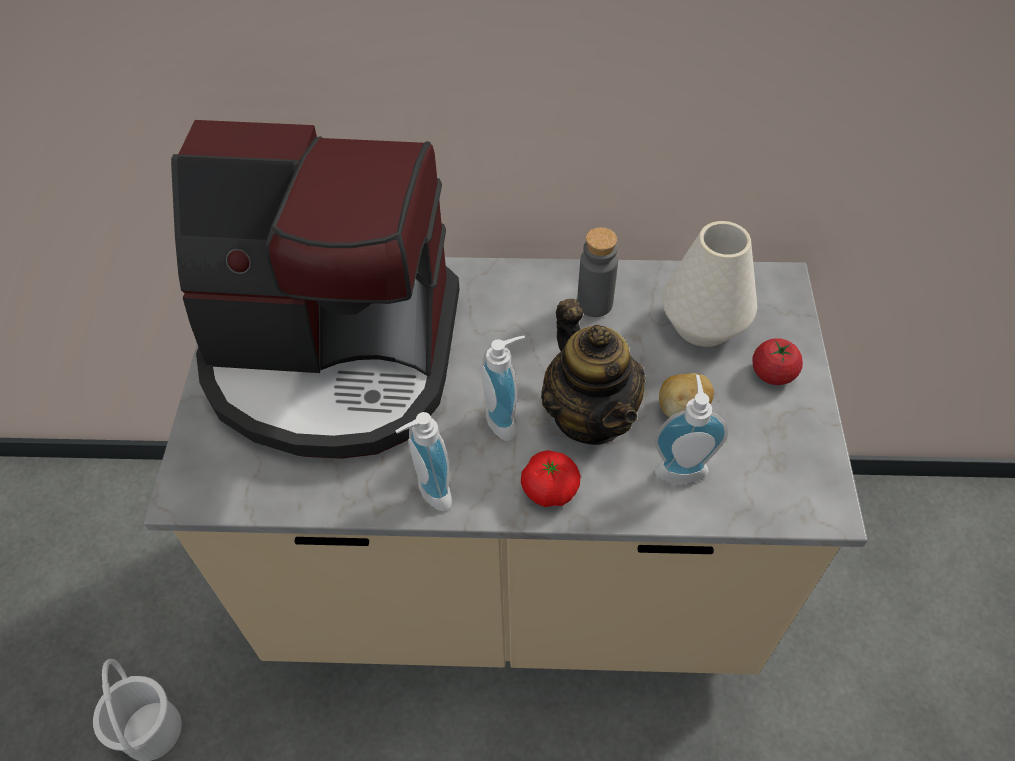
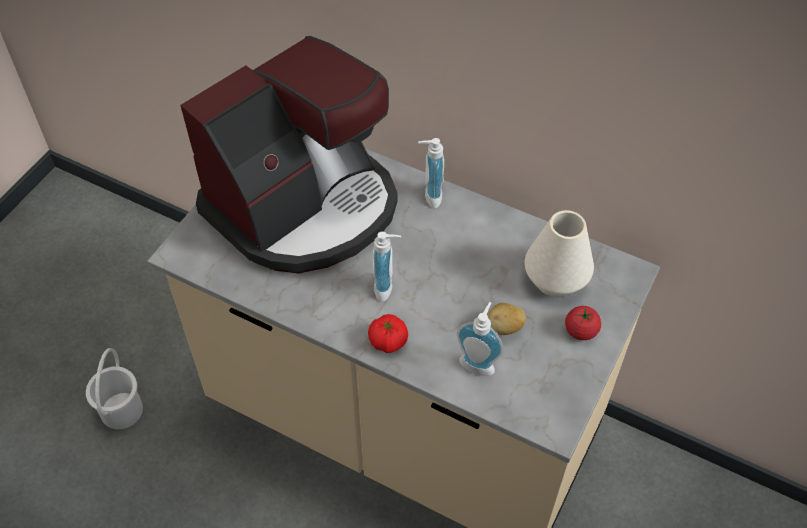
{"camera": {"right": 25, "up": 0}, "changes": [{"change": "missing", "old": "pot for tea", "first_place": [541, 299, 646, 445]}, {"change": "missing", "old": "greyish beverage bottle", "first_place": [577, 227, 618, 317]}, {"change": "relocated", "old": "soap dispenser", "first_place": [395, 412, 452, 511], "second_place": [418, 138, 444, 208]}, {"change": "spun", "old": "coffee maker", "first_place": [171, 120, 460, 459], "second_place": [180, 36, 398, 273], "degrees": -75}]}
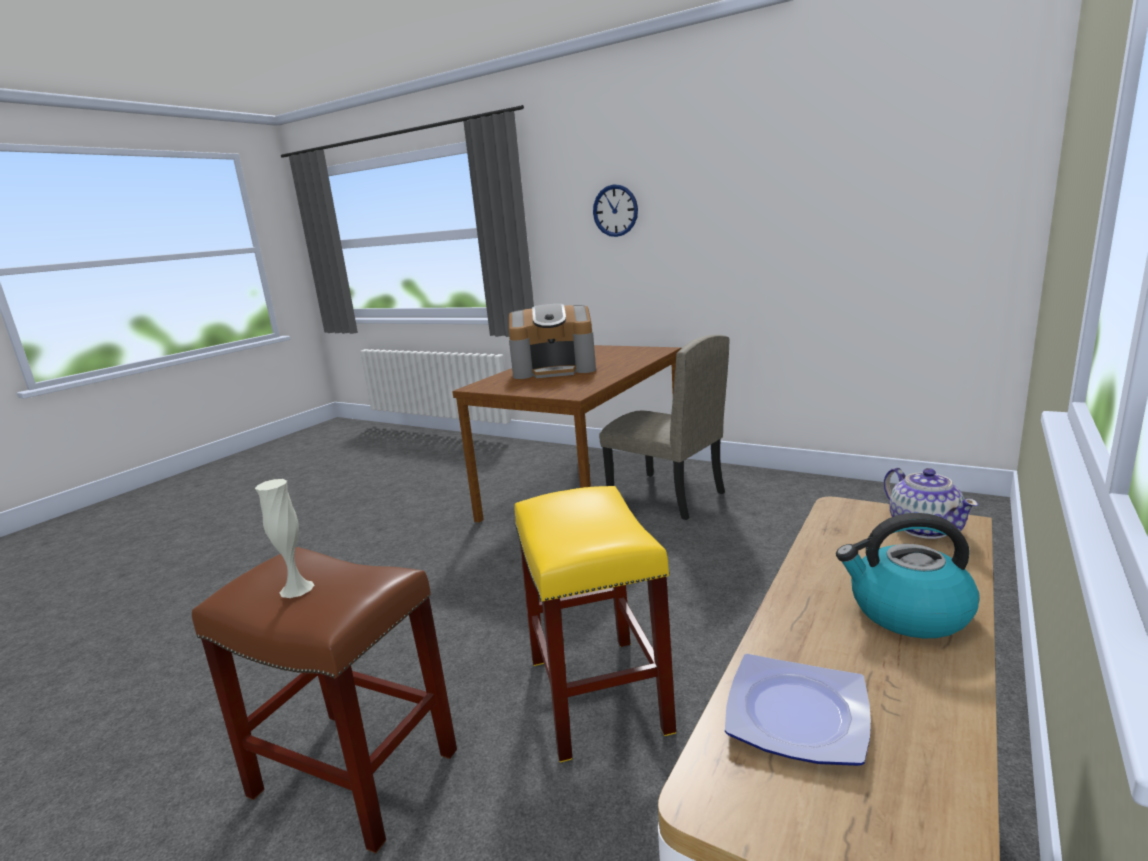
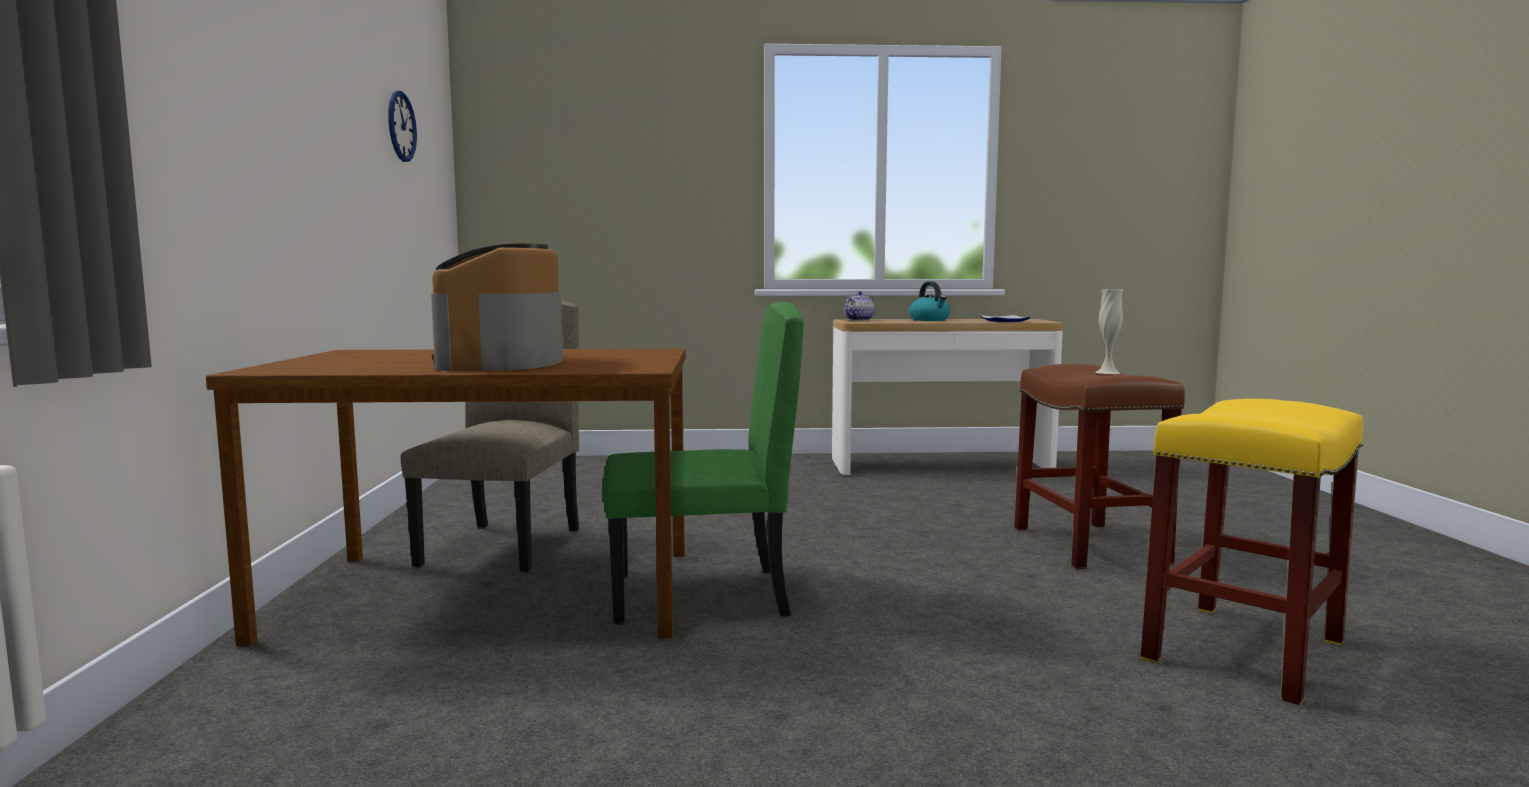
{"camera": {"right": -125, "up": -10}, "changes": [{"change": "appeared", "new": "green-coloured chair", "second_place": [602, 302, 804, 625]}, {"change": "relocated", "old": "yellowish stool", "first_place": [515, 486, 676, 762], "second_place": [1141, 399, 1364, 705]}, {"change": "relocated", "old": "hanging clock", "first_place": [593, 184, 638, 237], "second_place": [388, 91, 417, 162]}, {"change": "spun", "old": "coffee maker", "first_place": [509, 304, 596, 379], "second_place": [431, 244, 563, 371], "degrees": -150}]}
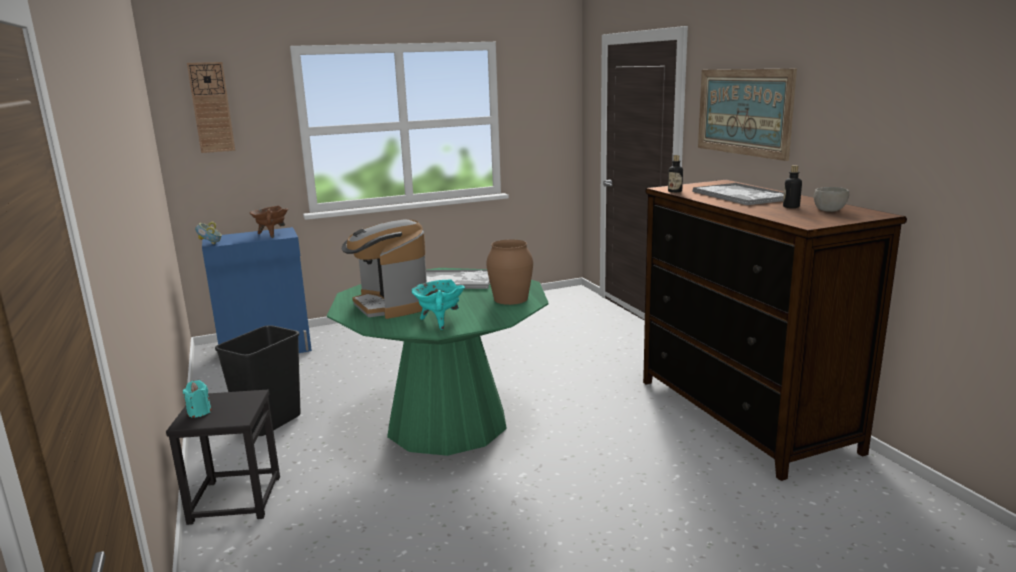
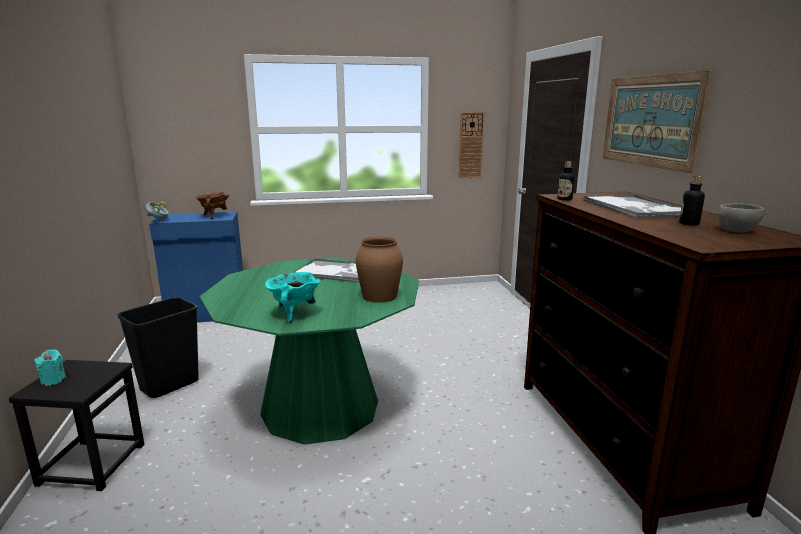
{"camera": {"right": 10, "up": 0}, "changes": [{"change": "missing", "old": "coffee maker", "first_place": [342, 219, 427, 319]}, {"change": "relocated", "old": "hanging clock", "first_place": [187, 62, 235, 153], "second_place": [458, 112, 485, 179]}]}
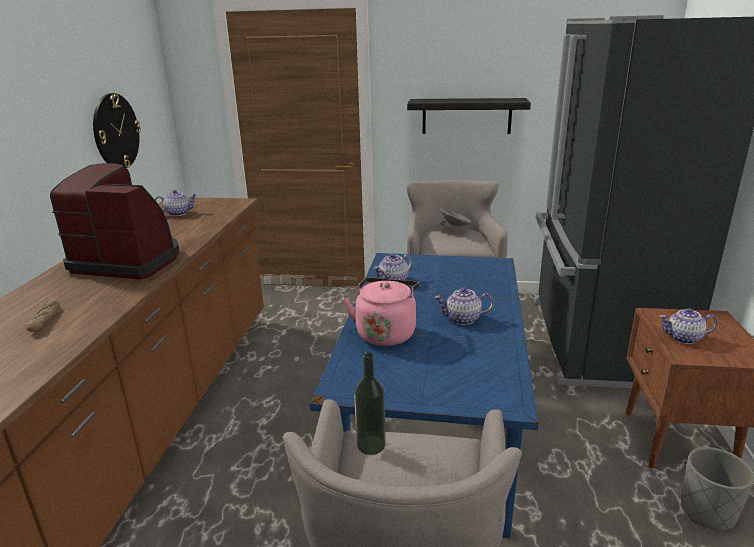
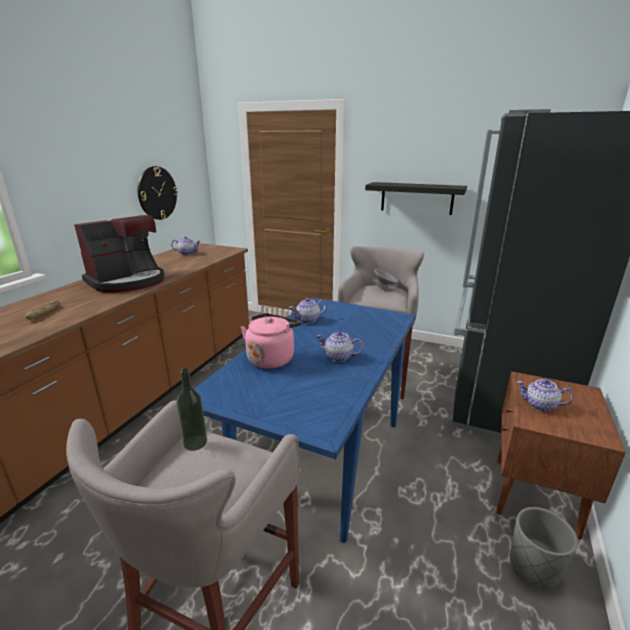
{"camera": {"right": 15, "up": 0}, "changes": [{"change": "spun", "old": "coffee maker", "first_place": [50, 163, 179, 279], "second_place": [74, 215, 164, 293], "degrees": 105}]}
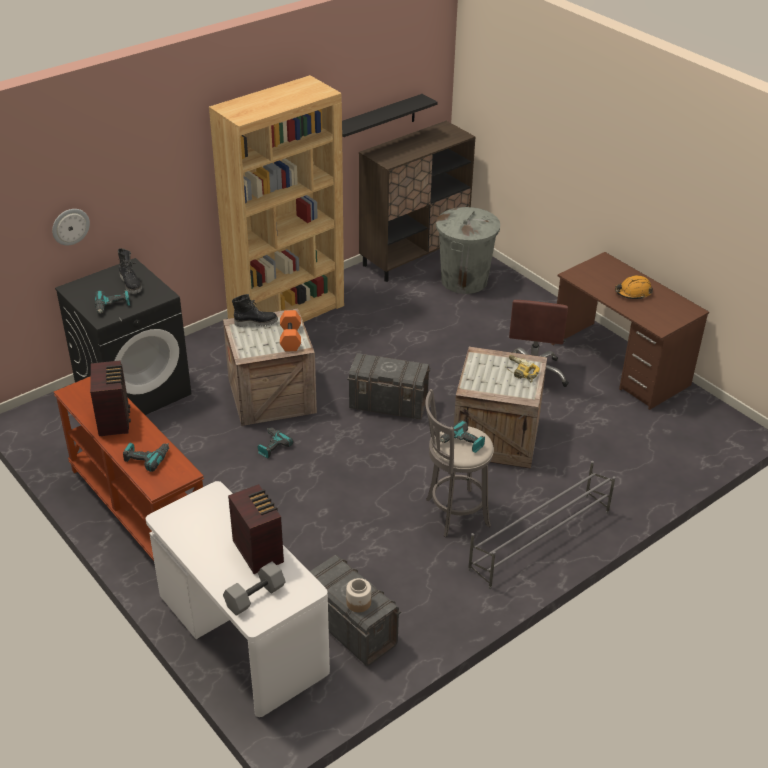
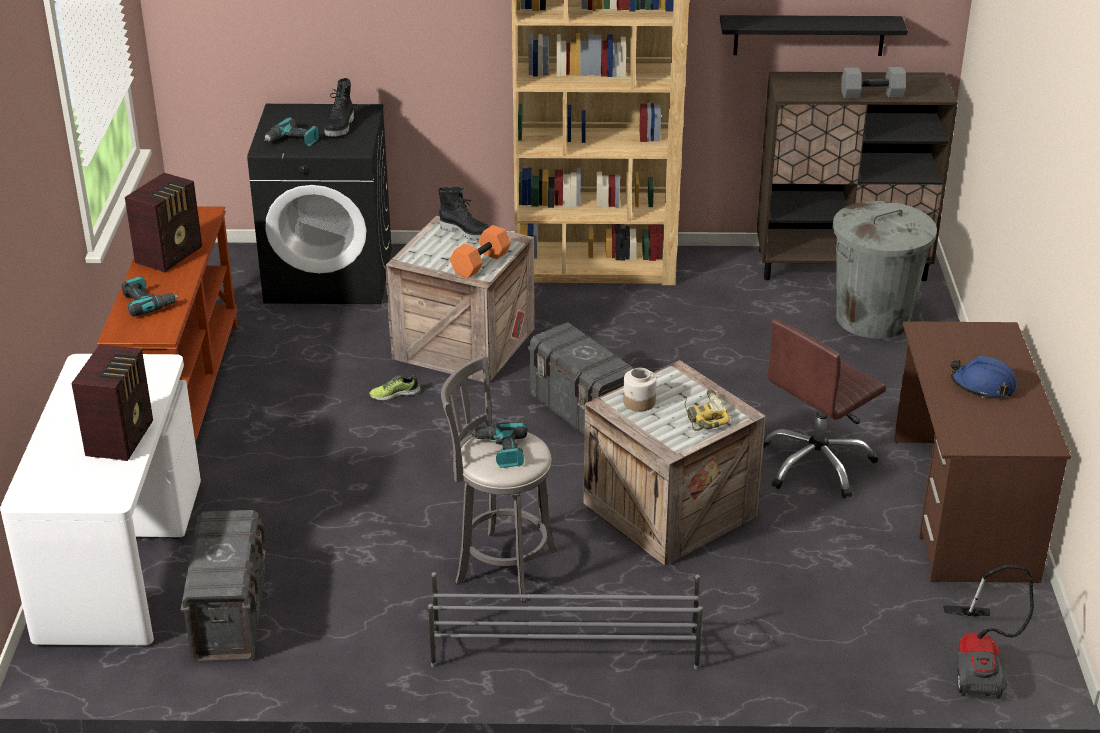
{"camera": {"right": 40, "up": -5}, "changes": [{"change": "missing", "old": "hanging clock", "first_place": [52, 209, 90, 245]}, {"change": "appeared", "new": "vacuum cleaner", "second_place": [943, 565, 1034, 699]}, {"change": "relocated", "old": "greyish free weight", "first_place": [223, 561, 286, 616], "second_place": [842, 67, 906, 99]}, {"change": "relocated", "old": "preserve jar", "first_place": [346, 578, 371, 612], "second_place": [623, 368, 657, 412]}, {"change": "exchanged", "old": "drill", "new": "item of footwear", "first_place": [258, 427, 293, 458], "second_place": [369, 375, 420, 400]}, {"change": "colour", "old": "orangey hard hat", "new": "bluish hard hat", "first_place": [615, 275, 653, 300], "second_place": [951, 355, 1017, 398]}]}
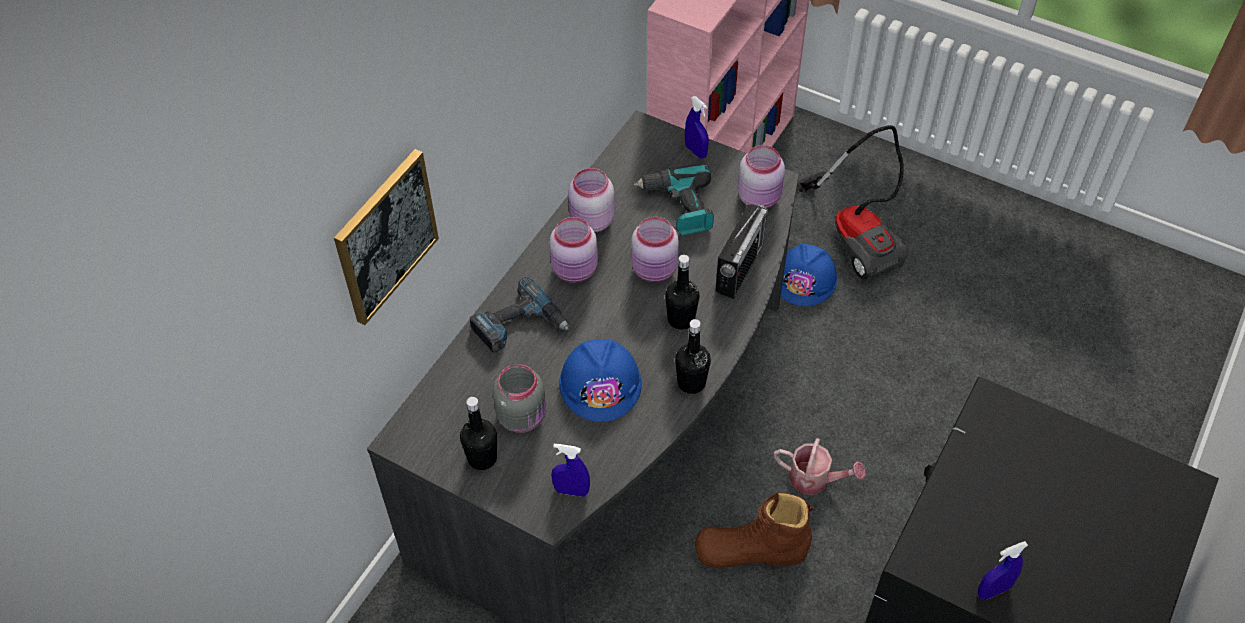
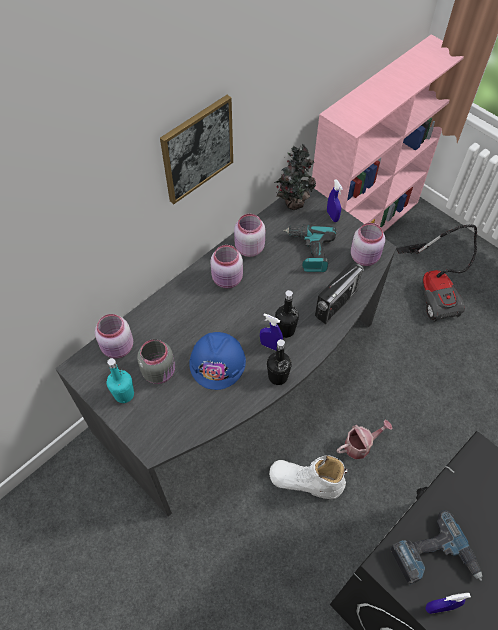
{"camera": {"right": 15, "up": 5}, "changes": [{"change": "missing", "old": "bluish hard hat", "first_place": [781, 243, 837, 306]}, {"change": "appeared", "new": "plant in a pot", "second_place": [274, 144, 316, 210]}, {"change": "relocated", "old": "picture", "first_place": [334, 149, 439, 325], "second_place": [160, 95, 233, 204]}, {"change": "relocated", "old": "drill", "first_place": [470, 277, 569, 353], "second_place": [390, 510, 482, 585]}, {"change": "relocated", "old": "bluish hand sprayer", "first_place": [551, 444, 590, 497], "second_place": [260, 313, 283, 351]}, {"change": "relocated", "old": "pinkish preserve jar", "first_place": [631, 217, 679, 282], "second_place": [95, 314, 133, 358]}, {"change": "colour", "old": "black beverage bottle", "new": "turquoise beverage bottle", "first_place": [460, 397, 497, 470], "second_place": [106, 358, 134, 403]}, {"change": "colour", "old": "brown-coloured boot", "new": "whitish boot", "first_place": [695, 492, 813, 568], "second_place": [269, 455, 347, 499]}, {"change": "spun", "old": "watering pot", "first_place": [774, 438, 865, 495], "second_place": [337, 420, 392, 459], "degrees": -60}]}
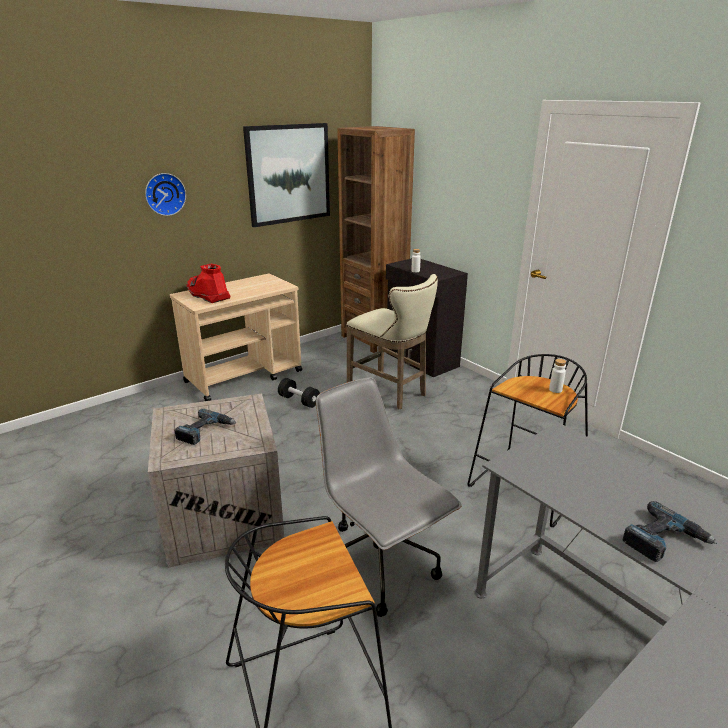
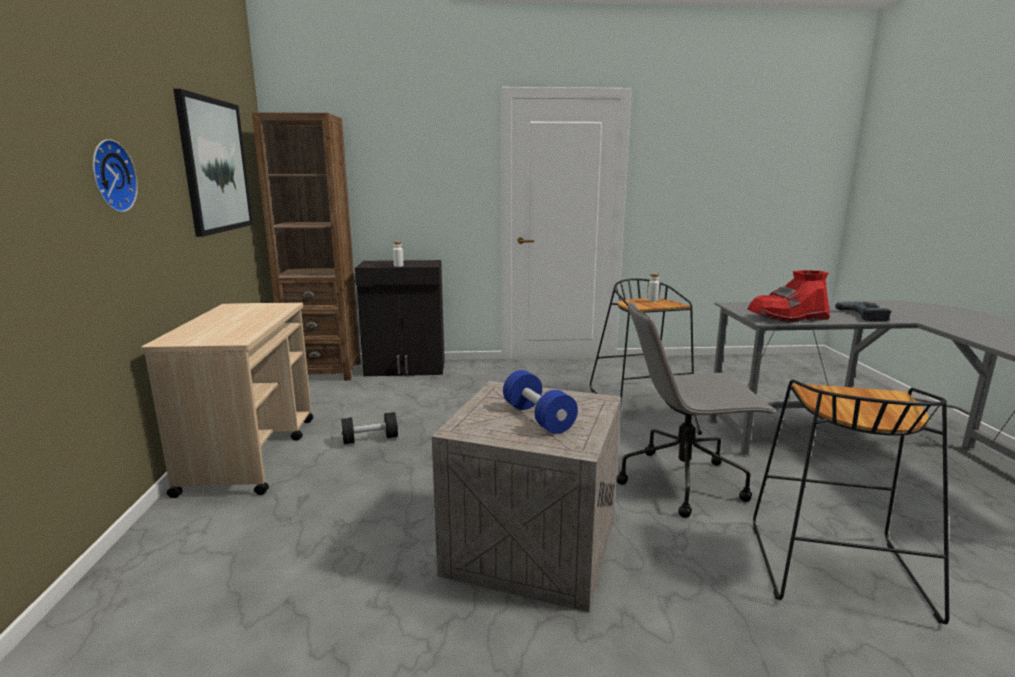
{"camera": {"right": -55, "up": -10}, "changes": [{"change": "missing", "old": "sand-coloured stool", "first_place": [346, 274, 438, 409]}, {"change": "relocated", "old": "red boot", "first_place": [187, 264, 230, 303], "second_place": [747, 270, 830, 323]}, {"change": "exchanged", "old": "drill", "new": "bluish free weight", "first_place": [174, 409, 236, 445], "second_place": [503, 370, 578, 434]}]}
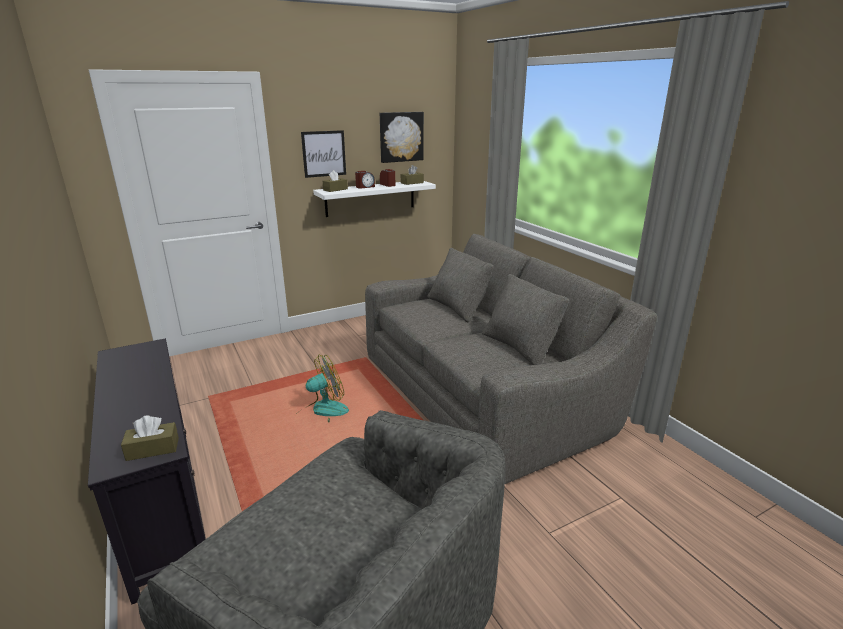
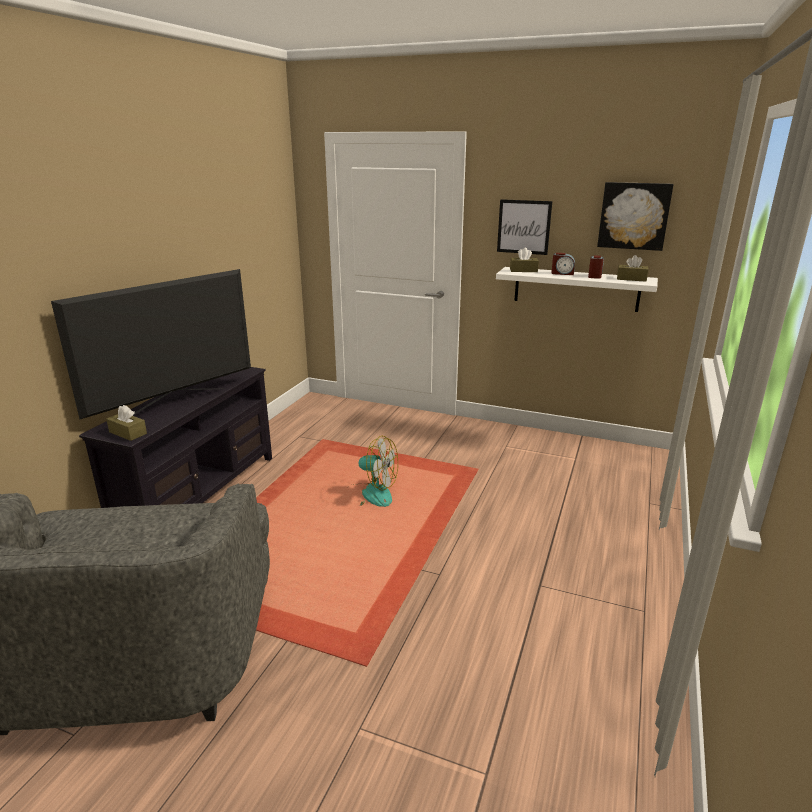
{"camera": {"right": 50, "up": 0}, "changes": [{"change": "missing", "old": "greyish sofa", "first_place": [365, 234, 657, 484]}, {"change": "appeared", "new": "TV", "second_place": [51, 269, 251, 419]}]}
